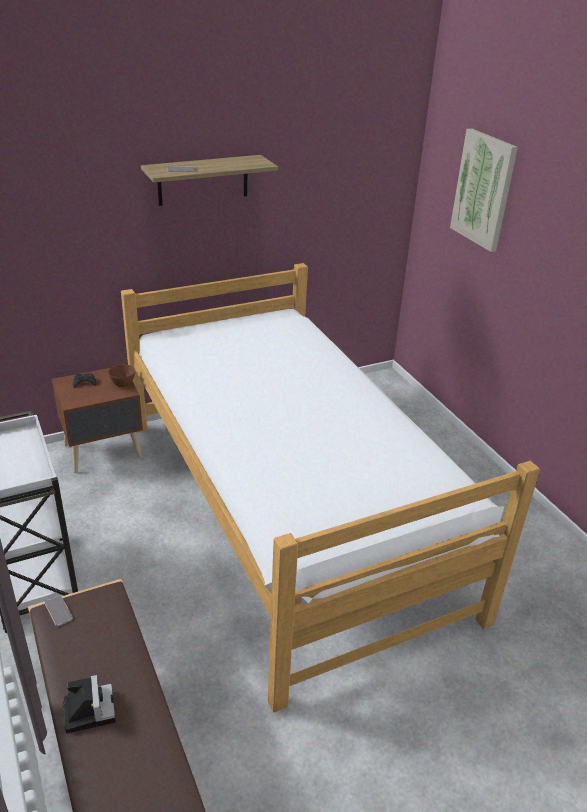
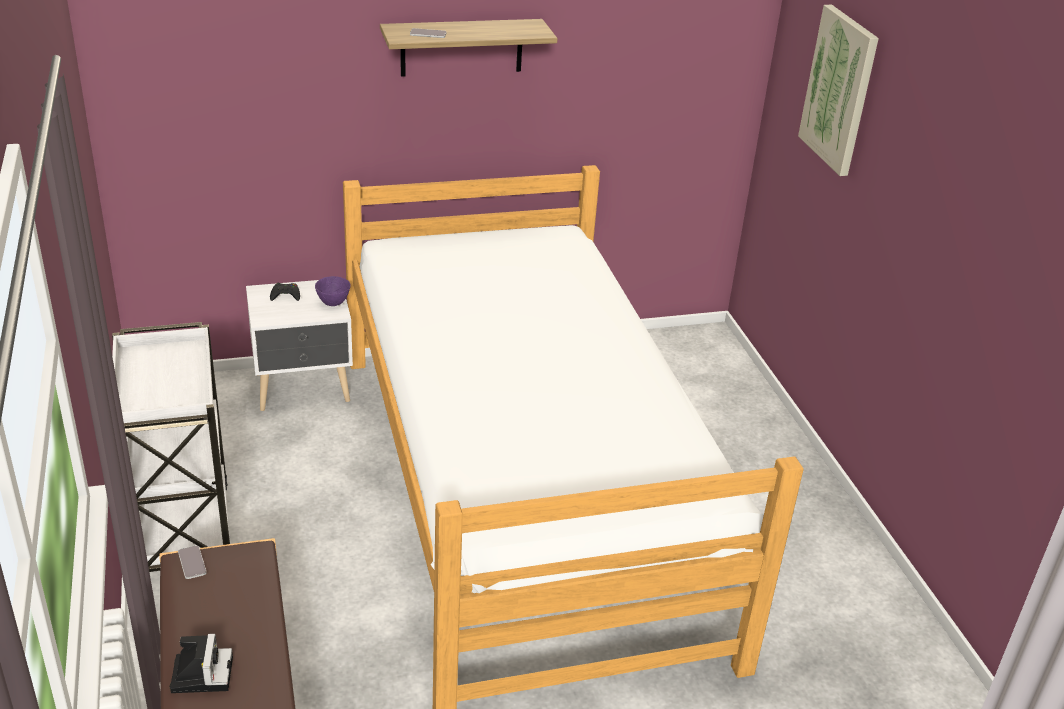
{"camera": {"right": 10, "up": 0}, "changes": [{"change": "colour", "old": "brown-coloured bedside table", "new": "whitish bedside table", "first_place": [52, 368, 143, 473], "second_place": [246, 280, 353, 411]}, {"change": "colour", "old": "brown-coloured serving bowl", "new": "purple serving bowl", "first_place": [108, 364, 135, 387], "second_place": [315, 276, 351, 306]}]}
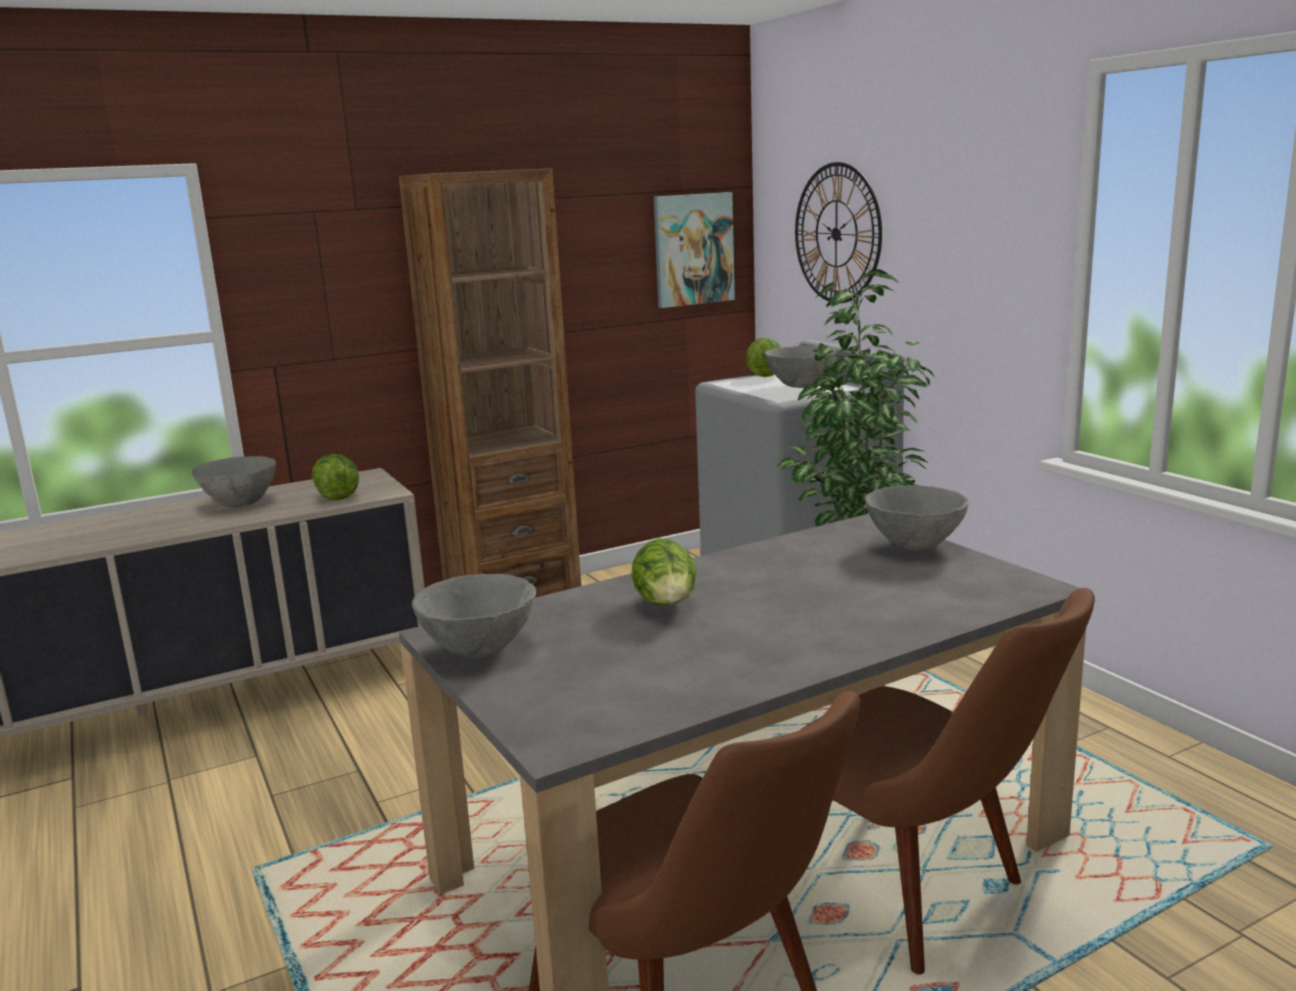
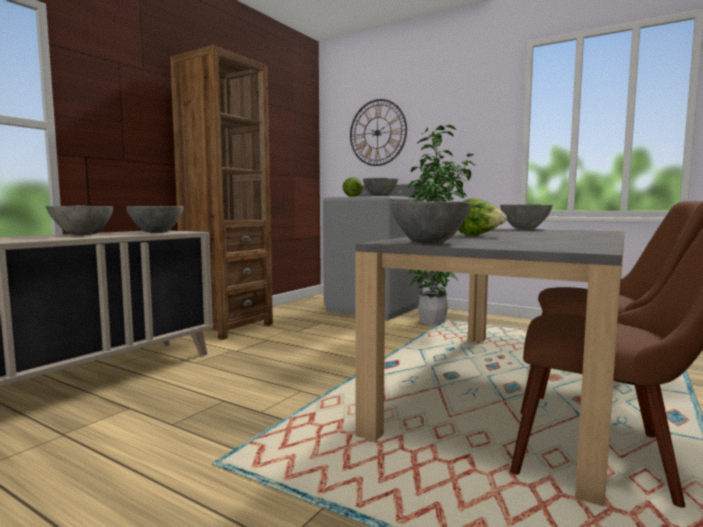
{"camera": {"right": -30, "up": -10}, "changes": [{"change": "missing", "old": "picture", "first_place": [654, 192, 735, 308]}, {"change": "exchanged", "old": "lettuce", "new": "greyish serving bowl", "first_place": [312, 454, 359, 501], "second_place": [126, 206, 184, 233]}]}
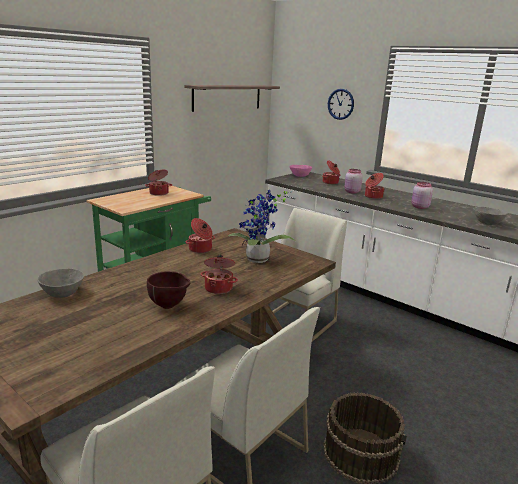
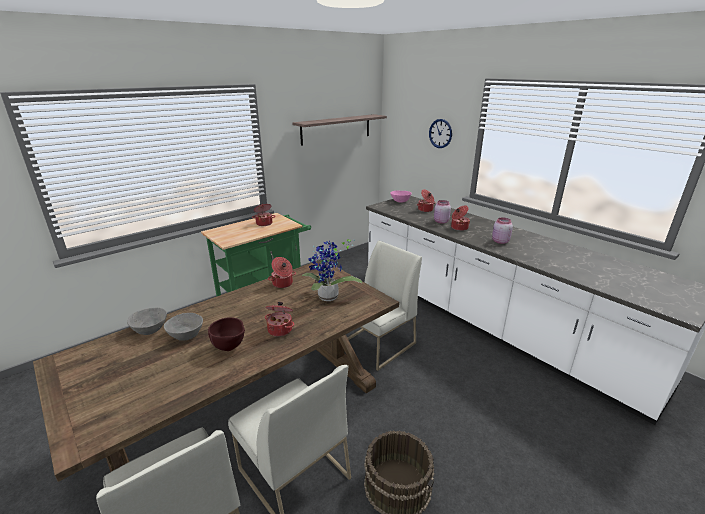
{"camera": {"right": 10, "up": 5}, "changes": [{"change": "relocated", "old": "greyish serving bowl", "first_place": [473, 207, 508, 225], "second_place": [164, 313, 203, 341]}]}
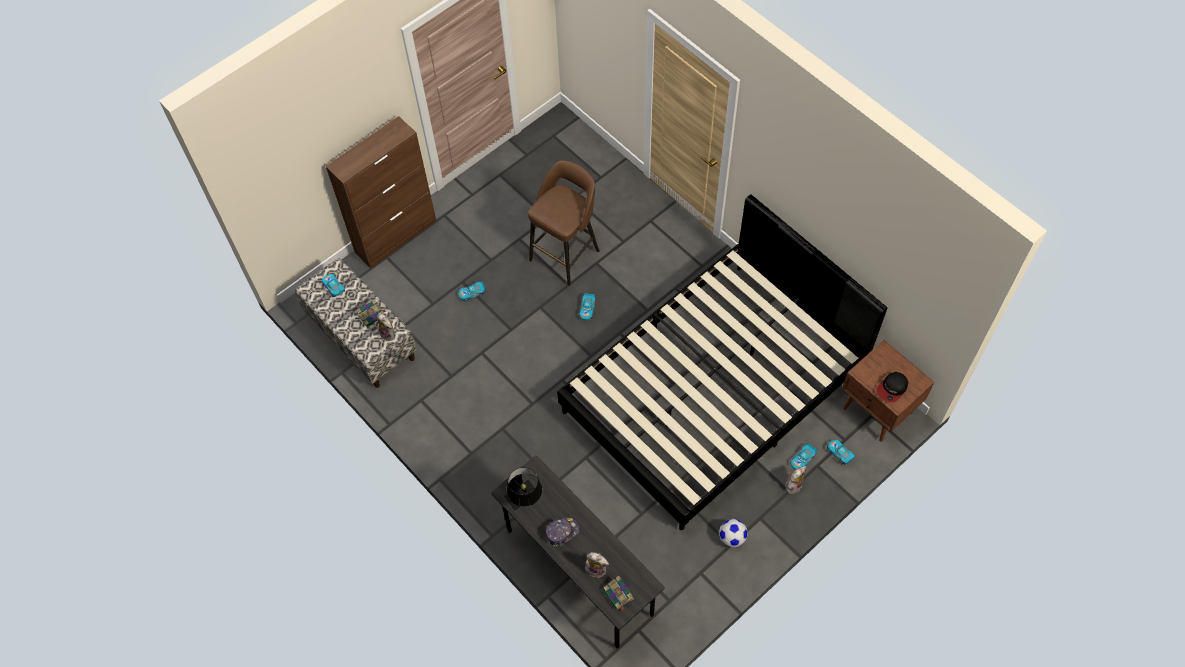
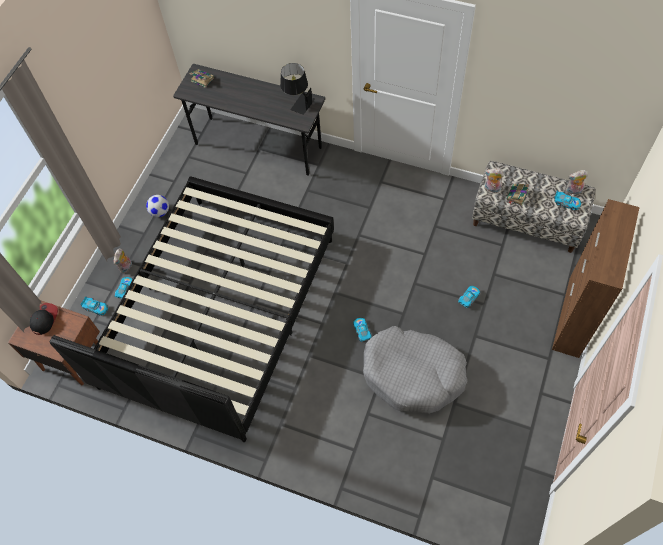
{"camera": {"right": 155, "up": 0}, "changes": [{"change": "missing", "old": "cap", "first_place": [546, 517, 579, 547]}, {"change": "relocated", "old": "plush toy", "first_place": [584, 552, 609, 578], "second_place": [566, 170, 588, 195]}, {"change": "exchanged", "old": "brown-coloured stool", "new": "greyish dog bed", "first_place": [528, 160, 600, 286], "second_place": [363, 326, 468, 414]}]}
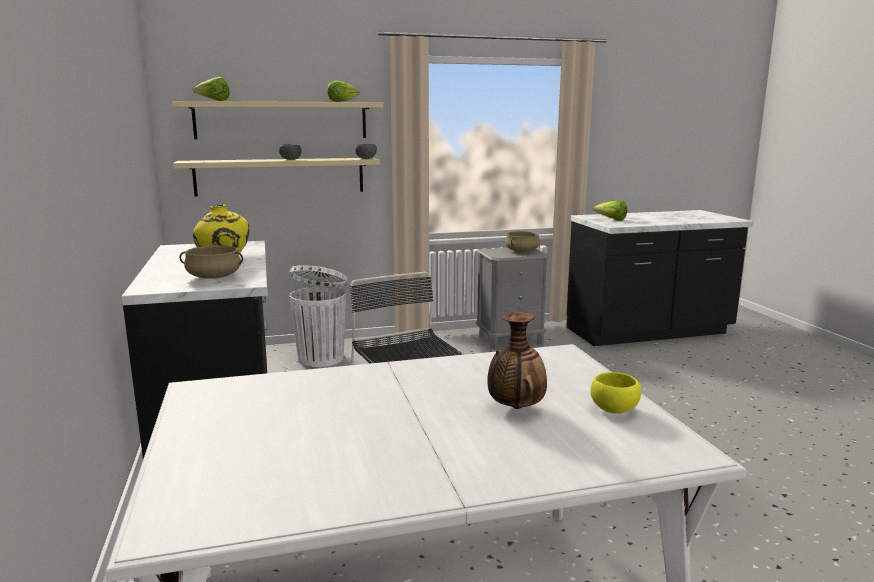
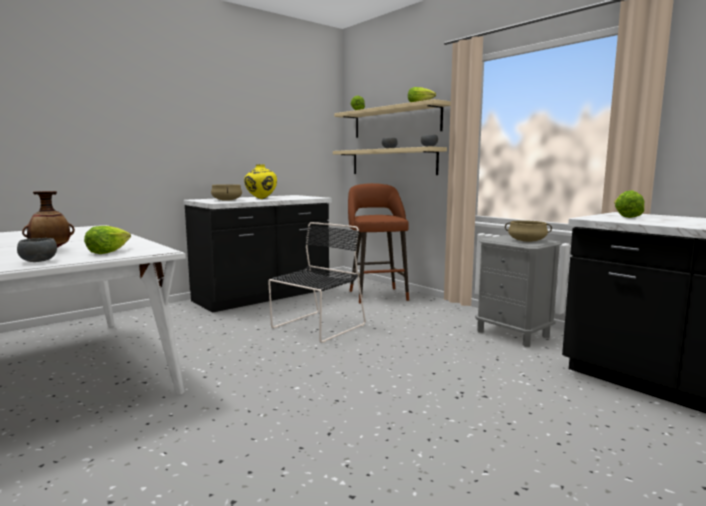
{"camera": {"right": 65, "up": -5}, "changes": [{"change": "appeared", "new": "lettuce", "second_place": [84, 226, 131, 254]}, {"change": "exchanged", "old": "whitish rubbish bin", "new": "brown-coloured stool", "first_place": [289, 265, 348, 367], "second_place": [348, 183, 409, 304]}, {"change": "colour", "old": "yellowish serving bowl", "new": "greyish serving bowl", "first_place": [590, 372, 641, 414], "second_place": [17, 238, 57, 262]}]}
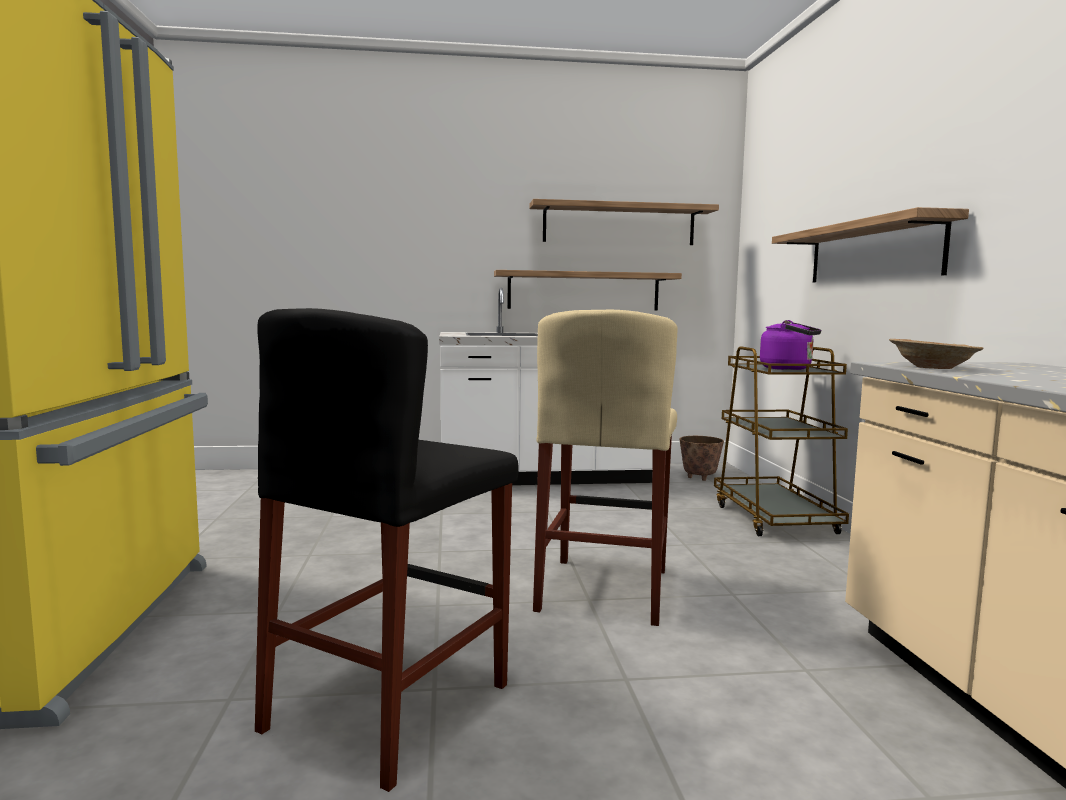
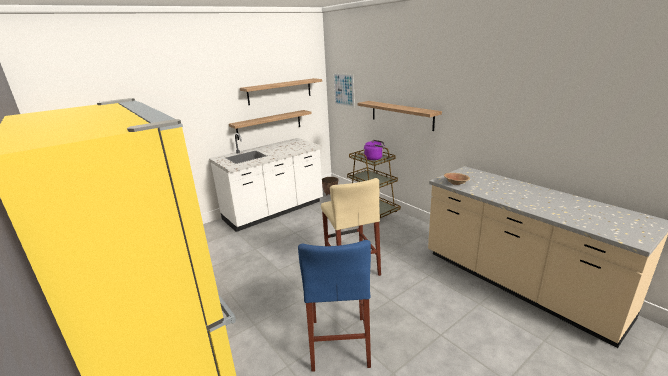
{"camera": {"right": -30, "up": 15}, "changes": [{"change": "appeared", "new": "picture", "second_place": [333, 73, 355, 108]}, {"change": "colour", "old": "black stool", "new": "bluish stool", "first_place": [255, 308, 519, 792], "second_place": [298, 240, 371, 372]}]}
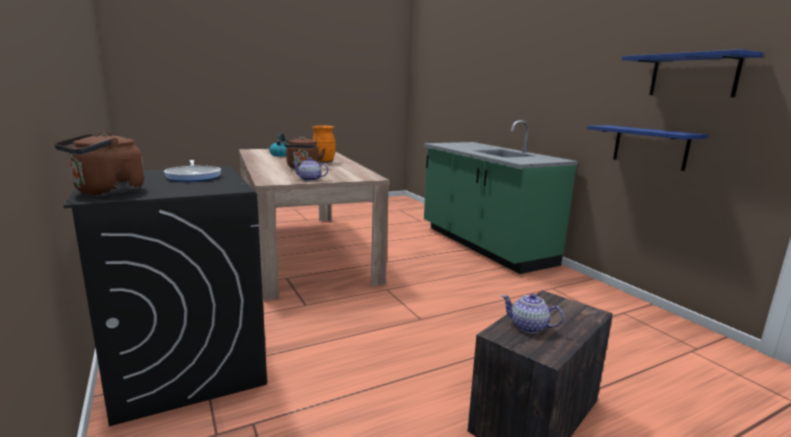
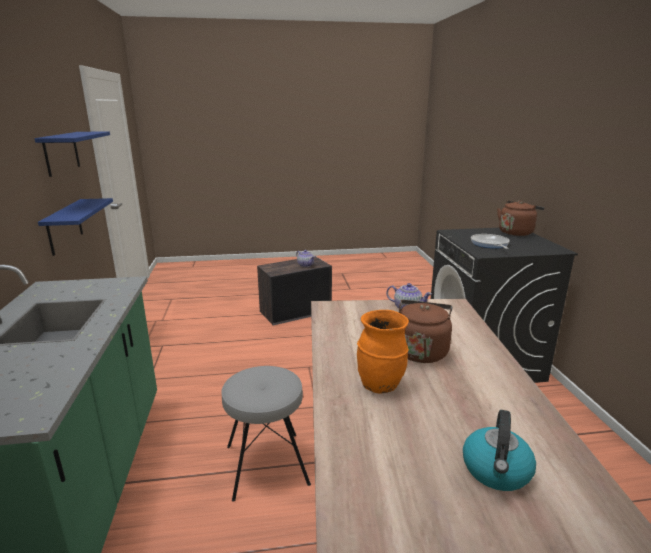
{"camera": {"right": -160, "up": 5}, "changes": [{"change": "appeared", "new": "greyish stool", "second_place": [221, 366, 311, 502]}]}
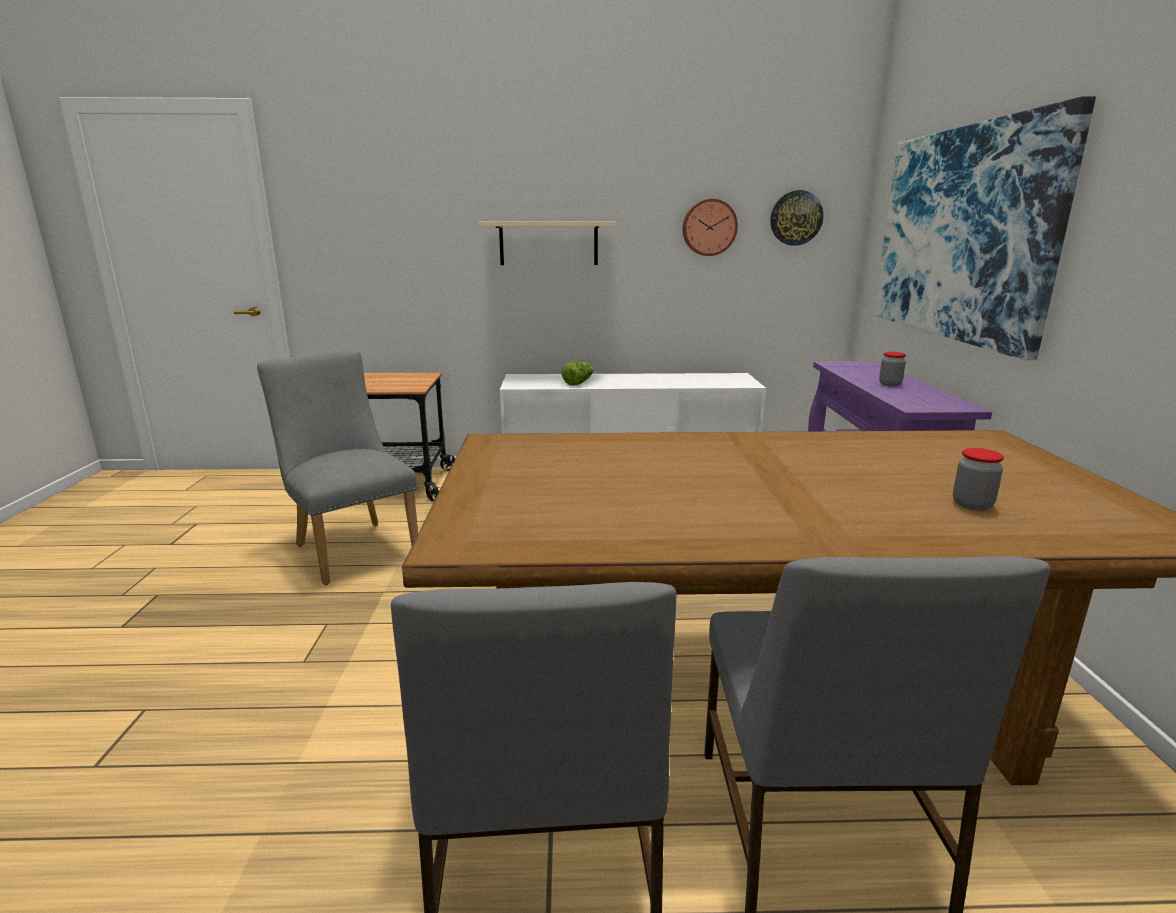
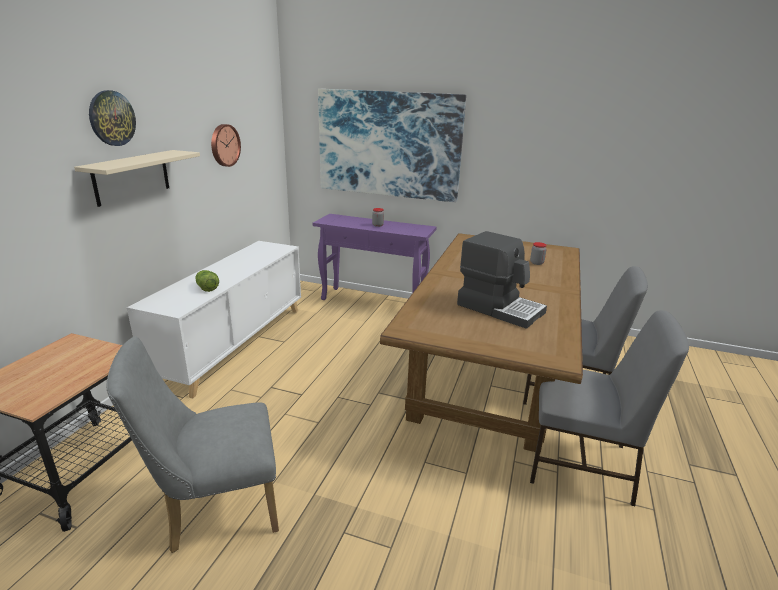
{"camera": {"right": -70, "up": 5}, "changes": [{"change": "appeared", "new": "coffee maker", "second_place": [457, 231, 547, 329]}, {"change": "relocated", "old": "hanging clock", "first_place": [770, 190, 823, 246], "second_place": [89, 90, 136, 146]}]}
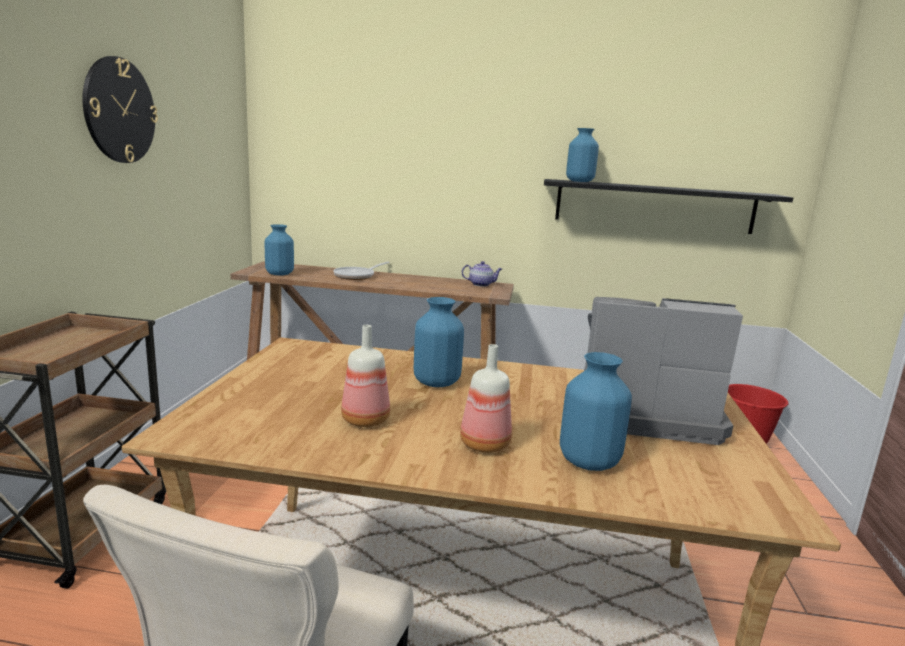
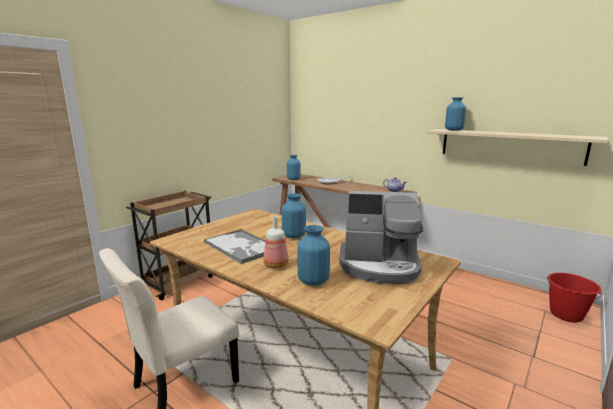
{"camera": {"right": 30, "up": 0}, "changes": [{"change": "missing", "old": "hanging clock", "first_place": [82, 56, 158, 163]}, {"change": "exchanged", "old": "beverage bottle", "new": "serving tray", "first_place": [341, 325, 390, 427], "second_place": [204, 229, 265, 264]}, {"change": "colour", "old": "black shelf", "new": "sand-coloured shelf", "first_place": [544, 179, 793, 234], "second_place": [427, 129, 608, 166]}, {"change": "spun", "old": "coffee maker", "first_place": [584, 297, 743, 445], "second_place": [339, 191, 423, 284], "degrees": 150}]}
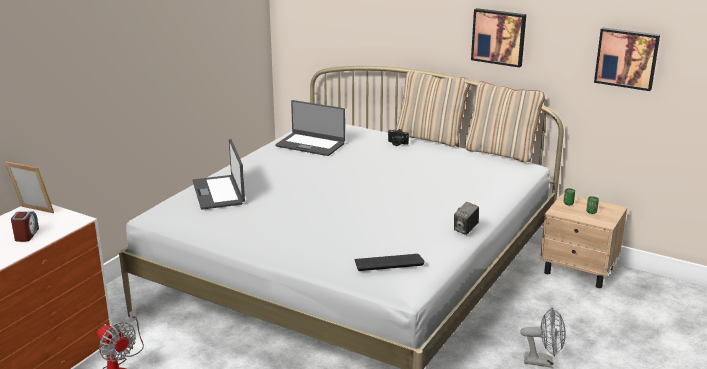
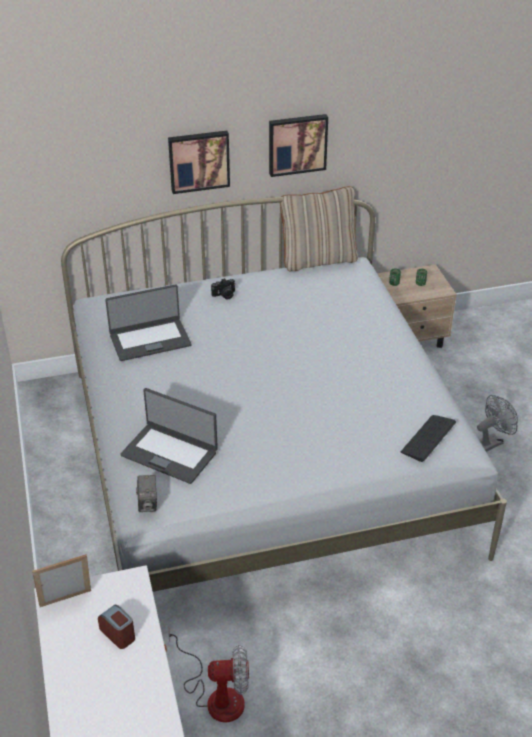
{"camera": {"right": -45, "up": 15}, "changes": [{"change": "missing", "old": "sand-coloured pillow", "first_place": [396, 71, 470, 147]}, {"change": "relocated", "old": "photo camera", "first_place": [454, 202, 479, 235], "second_place": [136, 475, 157, 512]}, {"change": "relocated", "old": "picture", "first_place": [594, 27, 660, 91], "second_place": [168, 131, 230, 194]}]}
